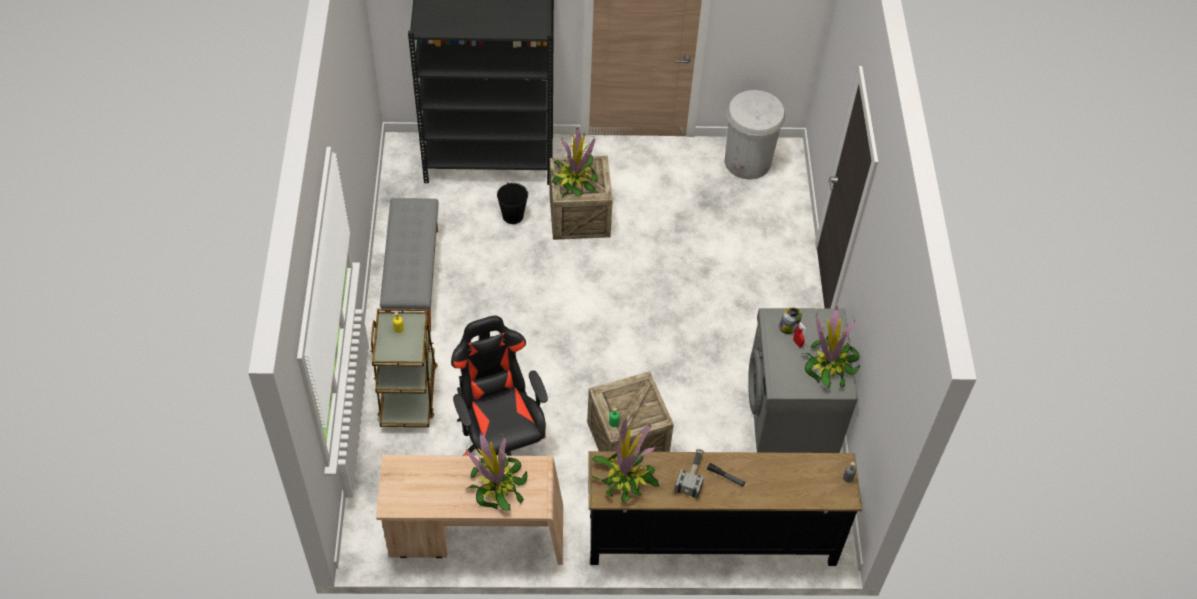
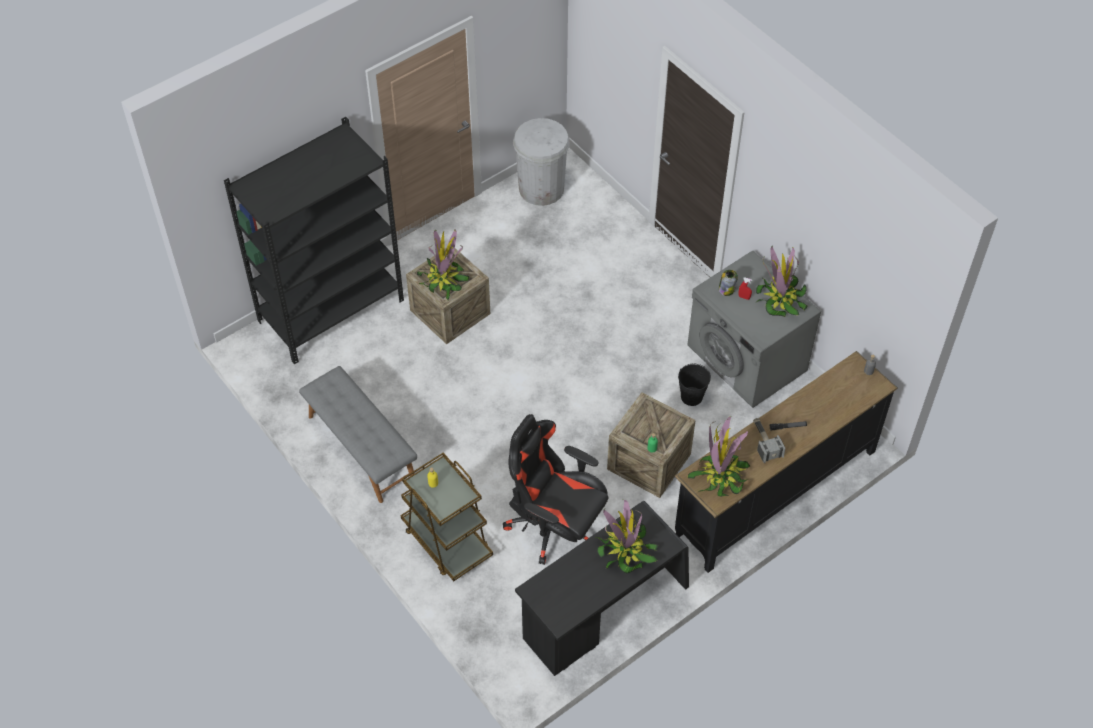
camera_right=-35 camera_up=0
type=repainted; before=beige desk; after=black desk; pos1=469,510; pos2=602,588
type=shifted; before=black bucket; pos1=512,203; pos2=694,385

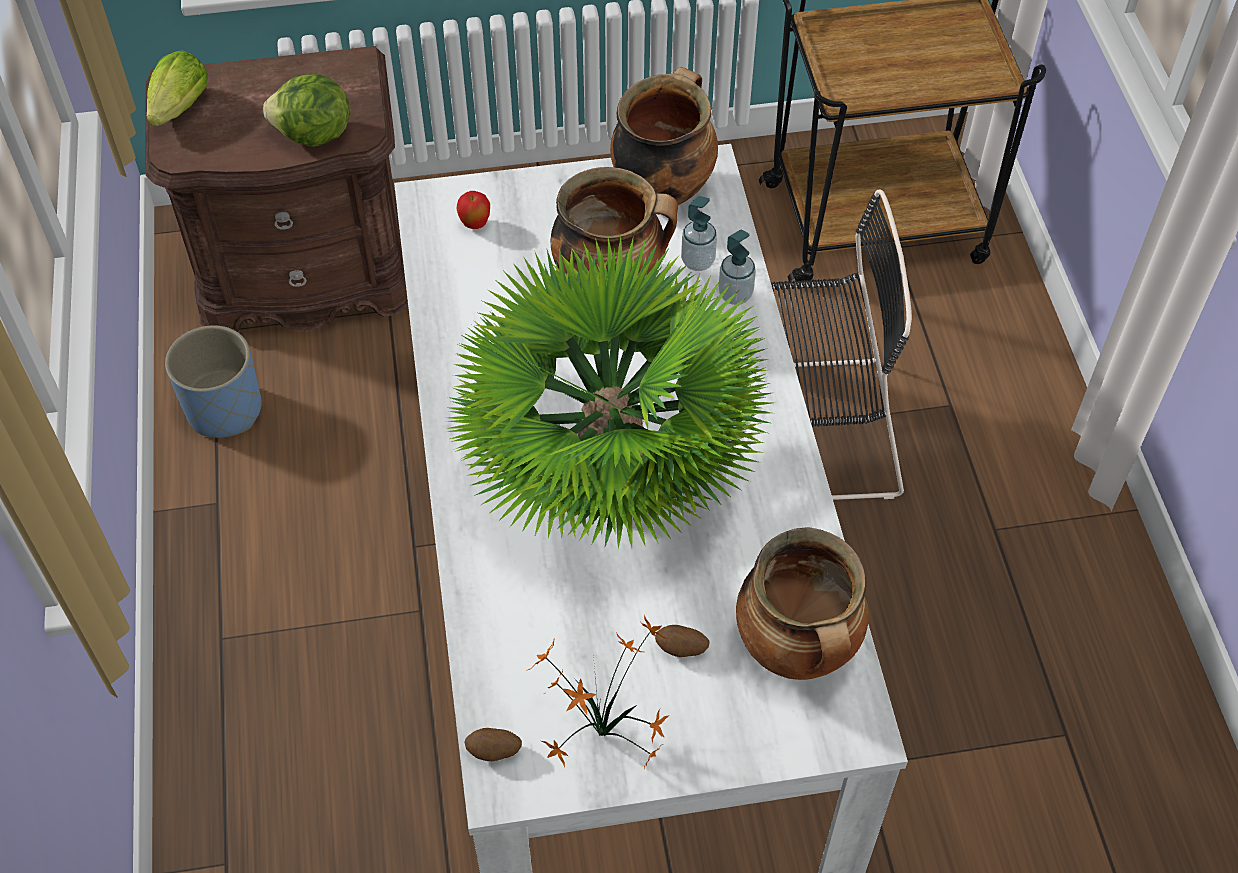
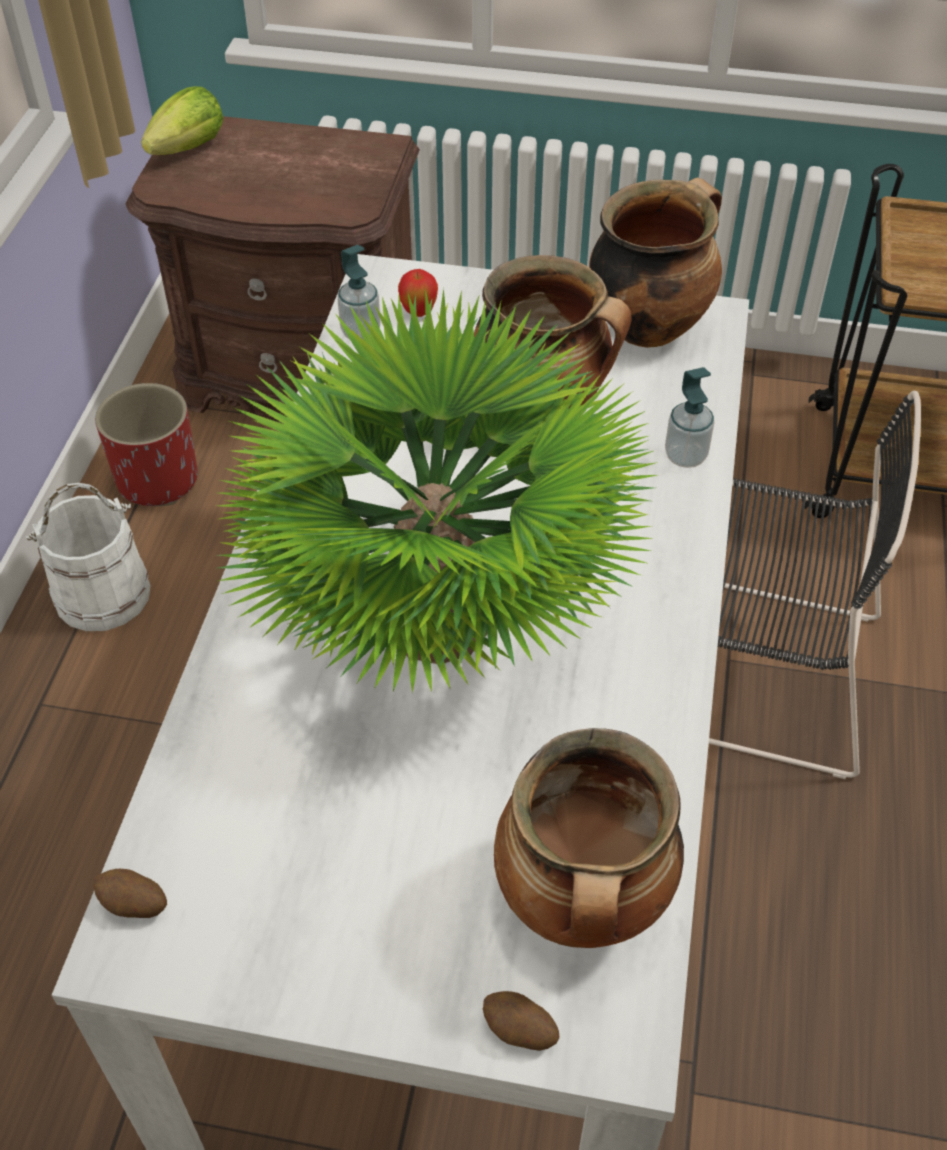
camera_right=20 camera_up=-5
type=new; after=white bucket; pos2=88,557
type=repainted; before=blue planter; after=red planter; pos1=213,381; pos2=146,444
type=shifted; before=soap dispenser; pos1=699,233; pos2=359,292
type=shifted; before=potato; pos1=682,641; pos2=521,1021
type=gone; before=lettuce; pos1=306,110
type=gone; before=potted plant; pos1=597,692

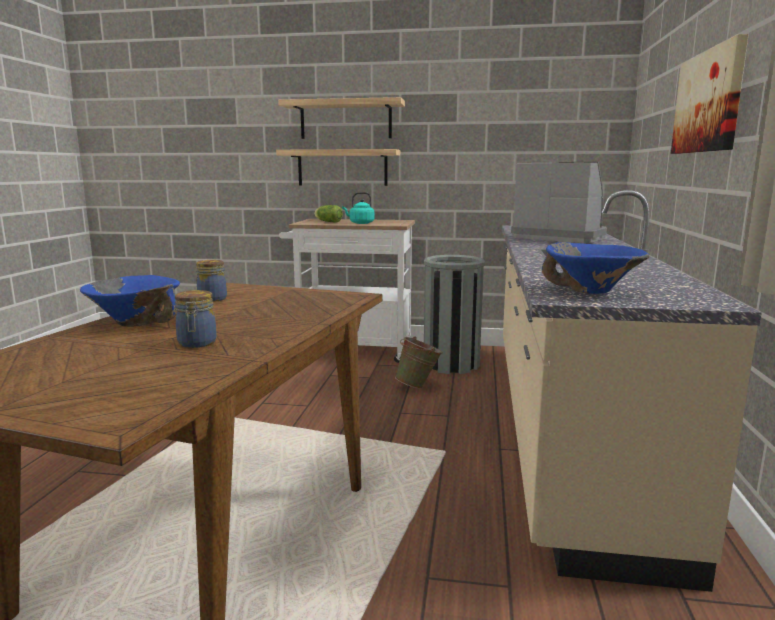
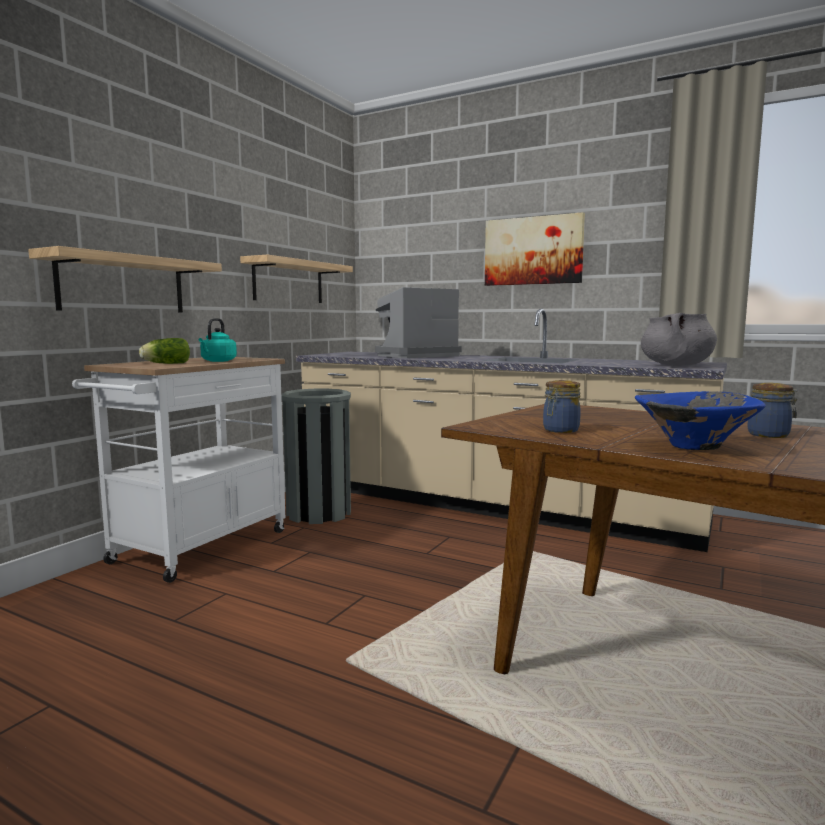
camera_right=-70 camera_up=-5
type=shifted; before=shelf; pos1=341,118; pos2=296,278
type=swapped; before=blue bowl; after=grey cooking pot; pos1=595,268; pos2=679,339
type=gone; before=green bucket; pos1=419,362

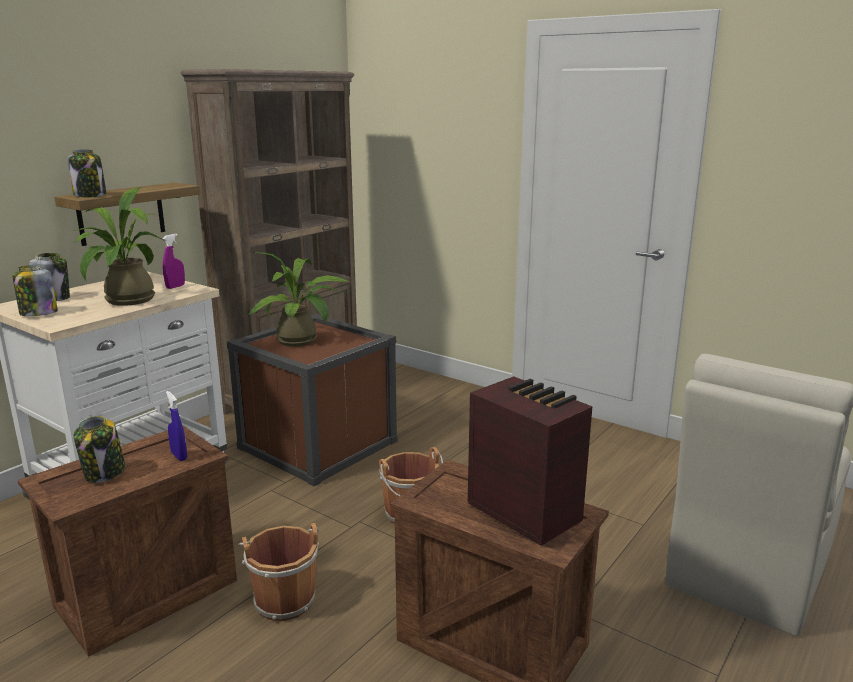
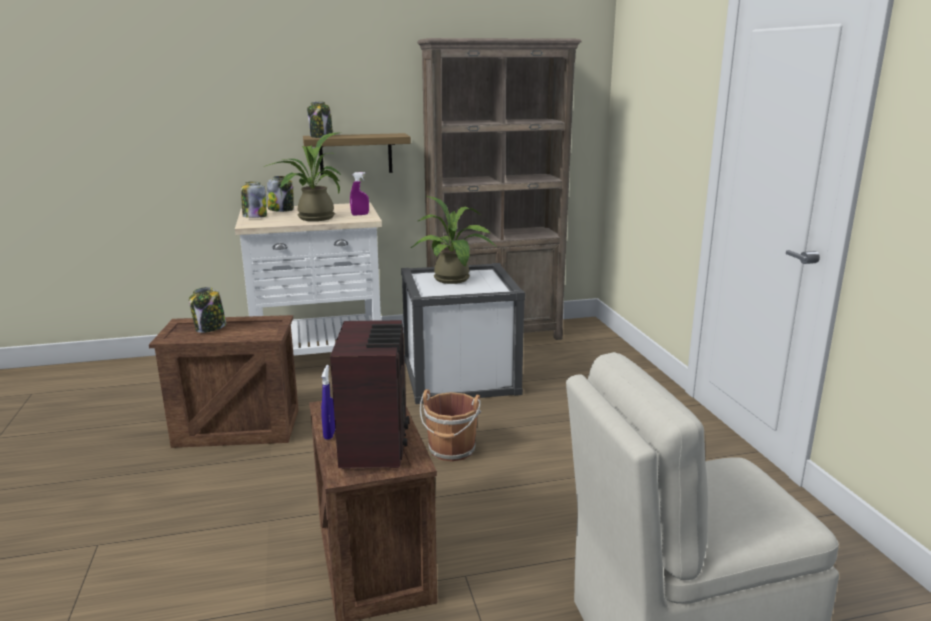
camera_right=40 camera_up=0
type=shifted; before=blue spray bottle; pos1=176,426; pos2=328,402
type=repainted; before=brown storage box; after=white storage box; pos1=312,400; pos2=463,333
type=gone; before=brown bucket; pos1=278,572

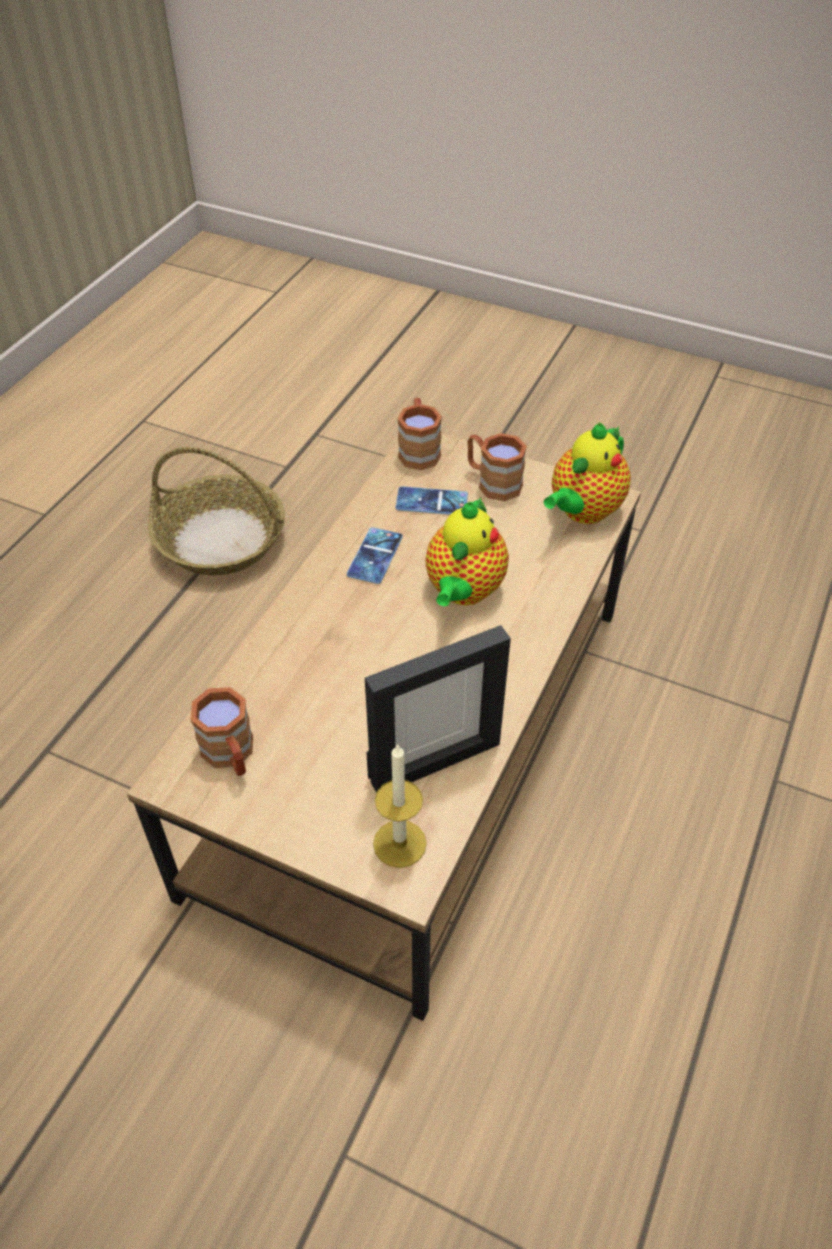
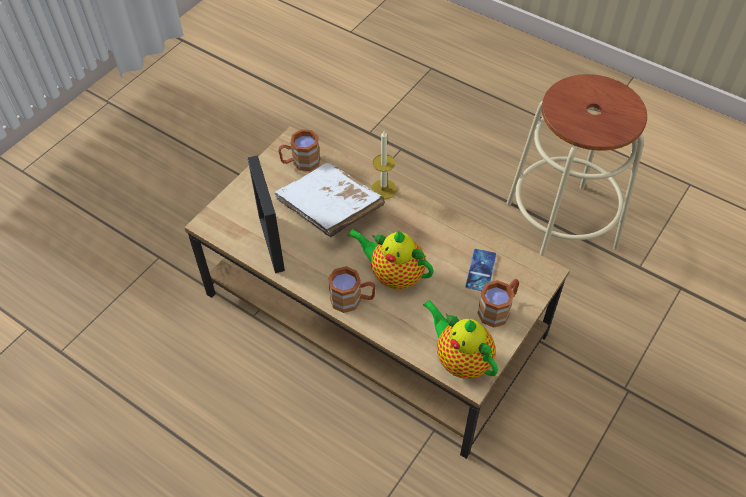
camera_right=100 camera_up=5
type=new; after=white book; pos2=329,200
type=shifted; before=brown mug; pos1=419,434; pos2=352,289
type=shifted; before=candle; pos1=400,806; pos2=384,165
type=swapped; before=basket; after=beige stool; pos1=216,511; pos2=577,165
type=gone; before=phone; pos1=375,555

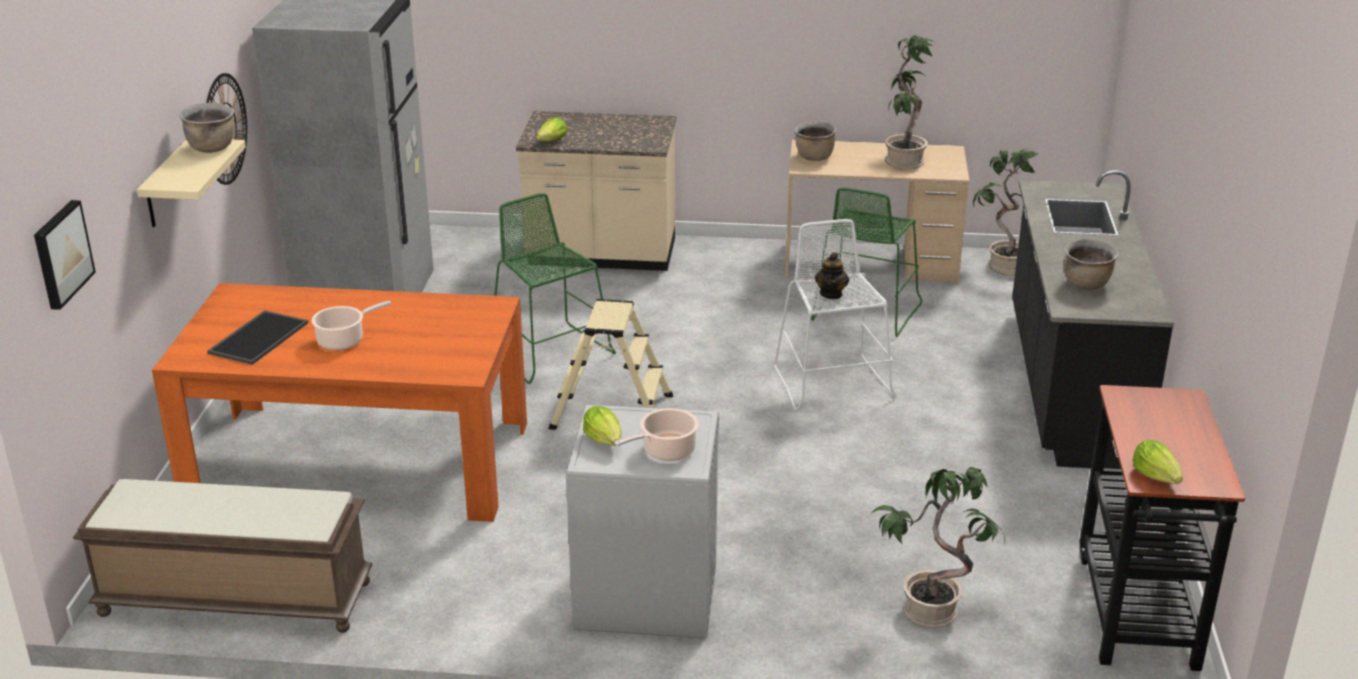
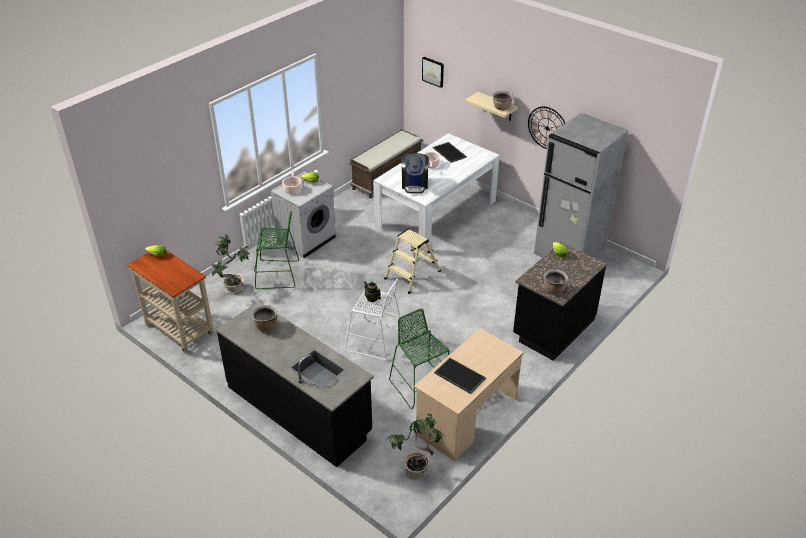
camera_right=125 camera_up=10
type=repainted; before=black cart; after=beige cart; pos1=1162,528; pos2=170,301
type=shifted; before=green stool; pos1=555,288; pos2=276,250
type=repainted; before=orange dining table; after=white dining table; pos1=339,402; pos2=436,193
type=new; after=coffee machine; pos2=415,173
type=swapped; before=potted plant; after=tray; pos1=910,102; pos2=460,376
type=repainted; before=beige counter; after=black counter; pos1=596,191; pos2=560,301
type=shifted; before=brown cooking pot; pos1=815,141; pos2=556,281

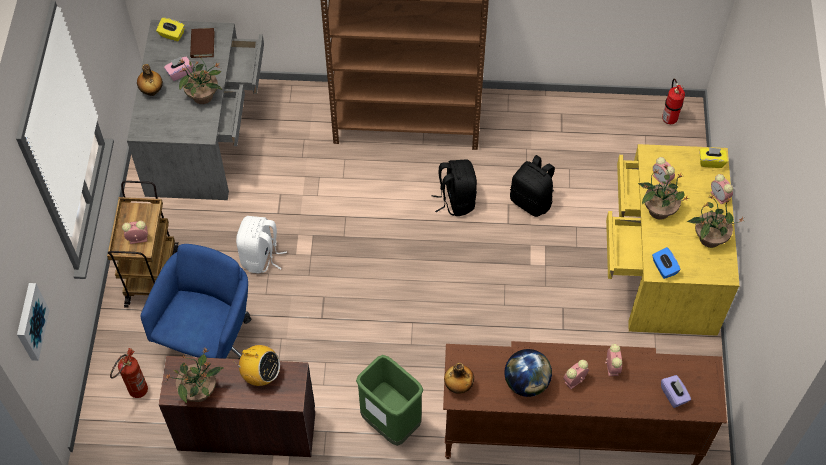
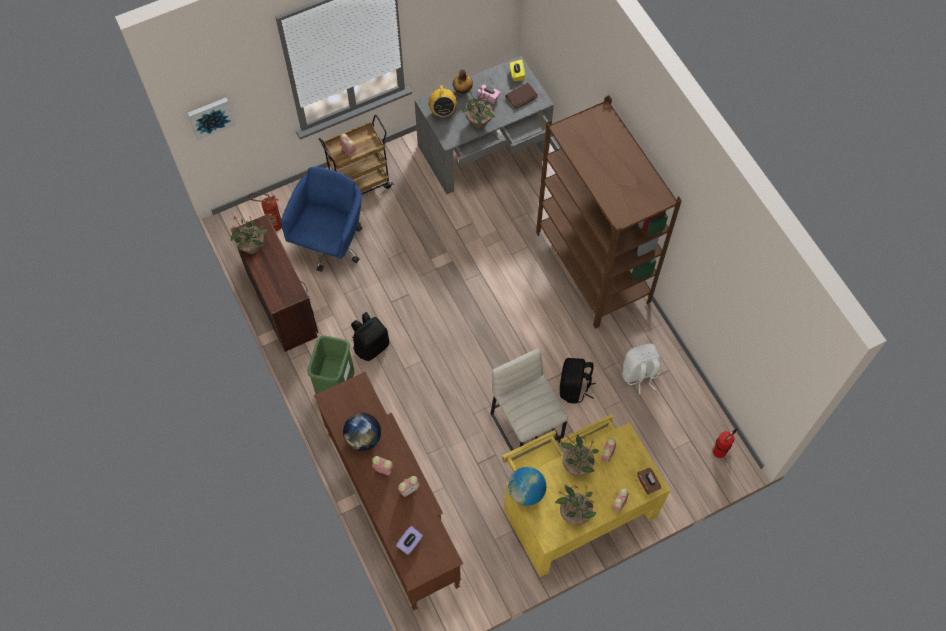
camera_right=60 camera_up=5
type=rotated; before=blue office chair; pos1=196,301; pos2=321,219; turn=-60
type=shifted; before=black backpack; pos1=454,187; pos2=370,336
type=shifted; before=radio; pos1=258,365; pos2=443,101
type=new; after=beige stool; pos2=529,400
type=swapped; before=blue tissue box; after=globe; pos1=666,263; pos2=527,486
type=shifted; before=white backpack; pos1=261,244; pos2=641,368
type=repainted; before=yellow tissue box; after=brown tissue box; pos1=714,157; pos2=649,481
type=gone; before=bottle; pos1=459,378

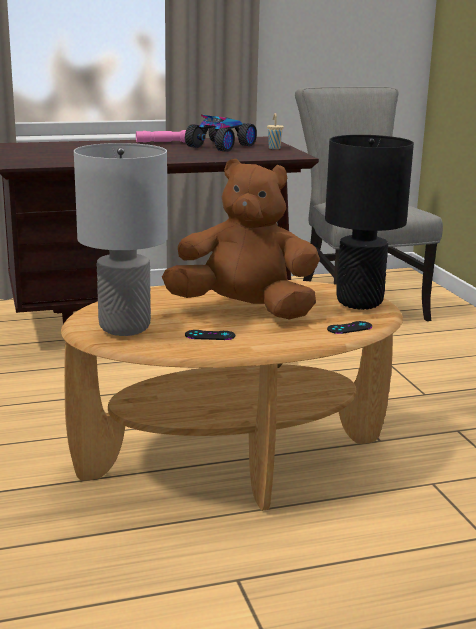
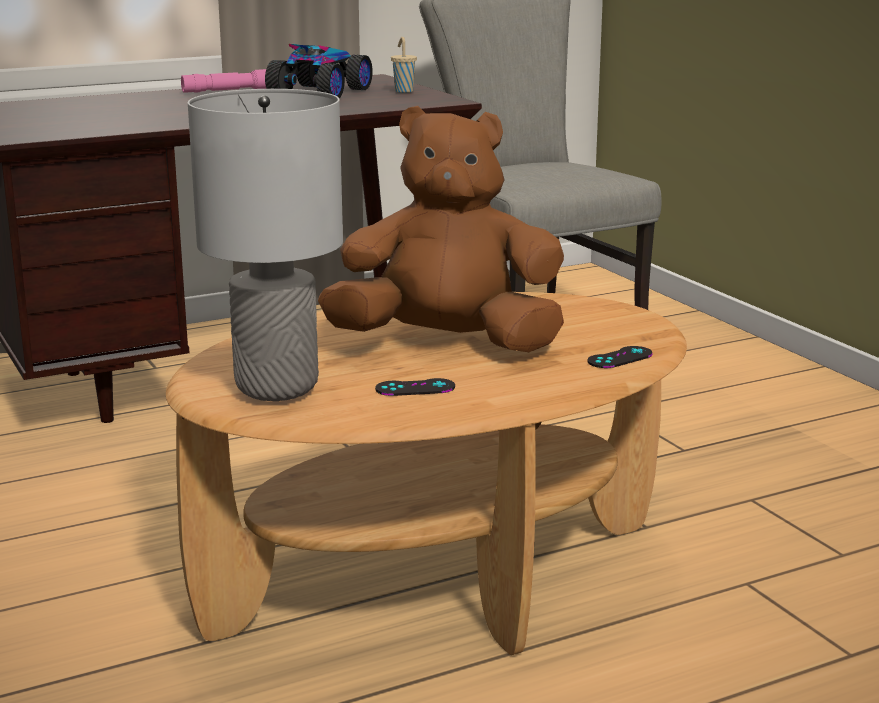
camera_right=-10 camera_up=0
type=gone; before=black table lamp; pos1=369,222

